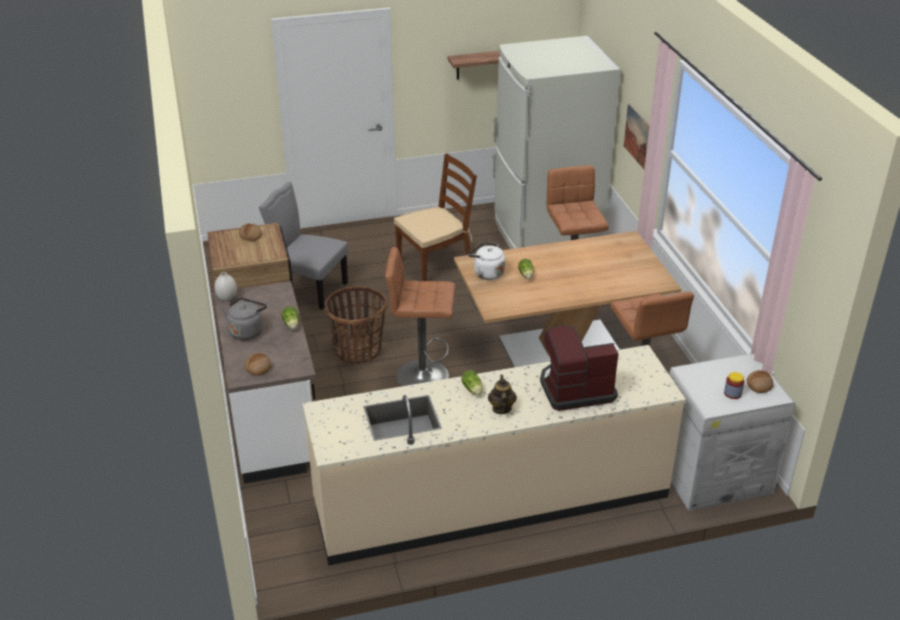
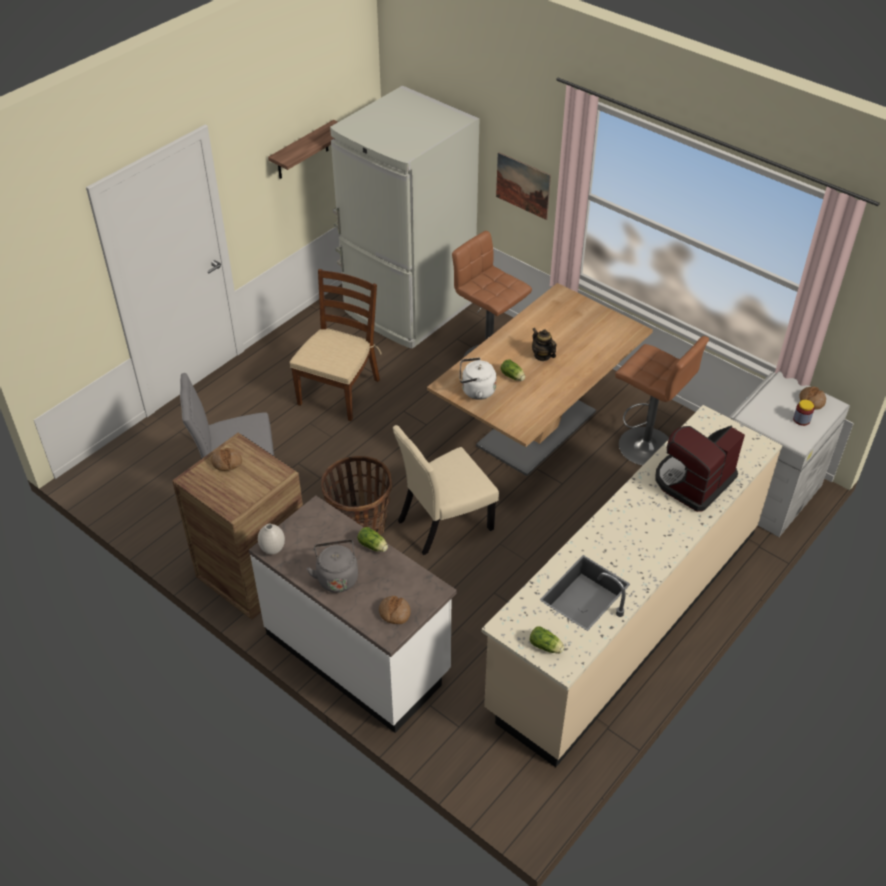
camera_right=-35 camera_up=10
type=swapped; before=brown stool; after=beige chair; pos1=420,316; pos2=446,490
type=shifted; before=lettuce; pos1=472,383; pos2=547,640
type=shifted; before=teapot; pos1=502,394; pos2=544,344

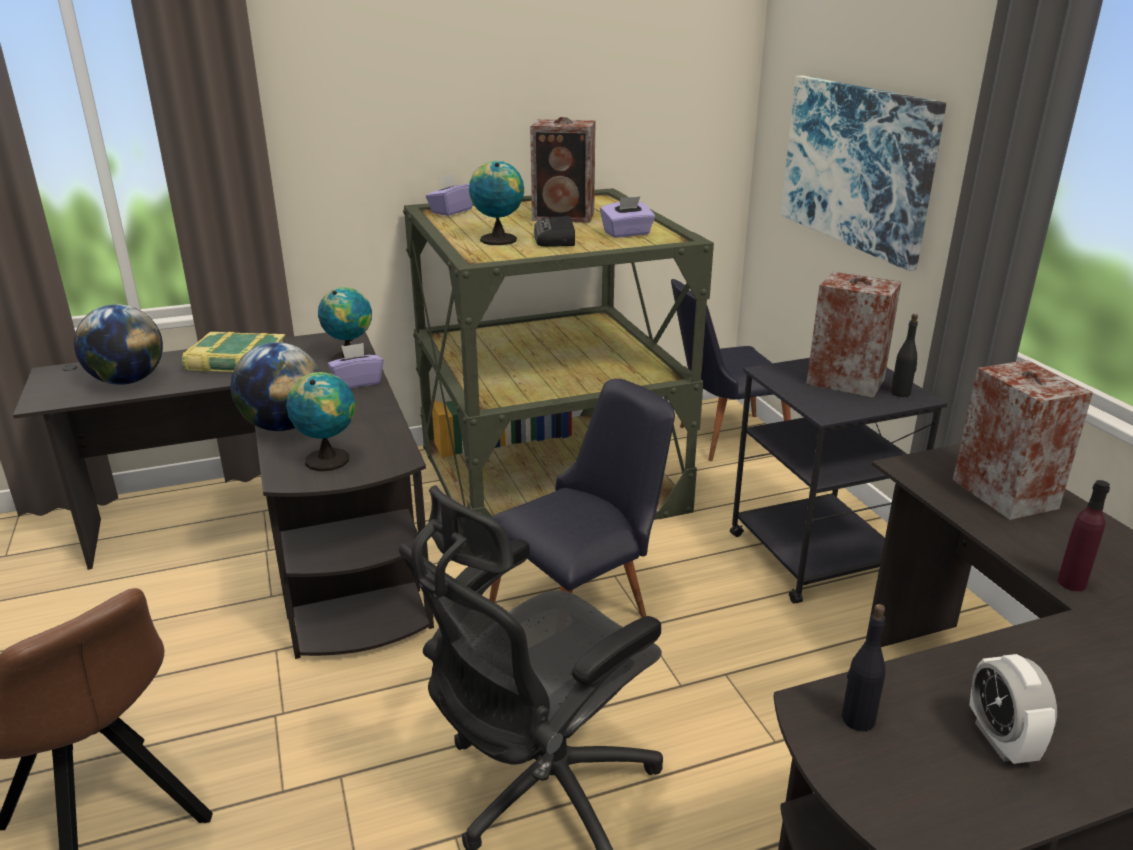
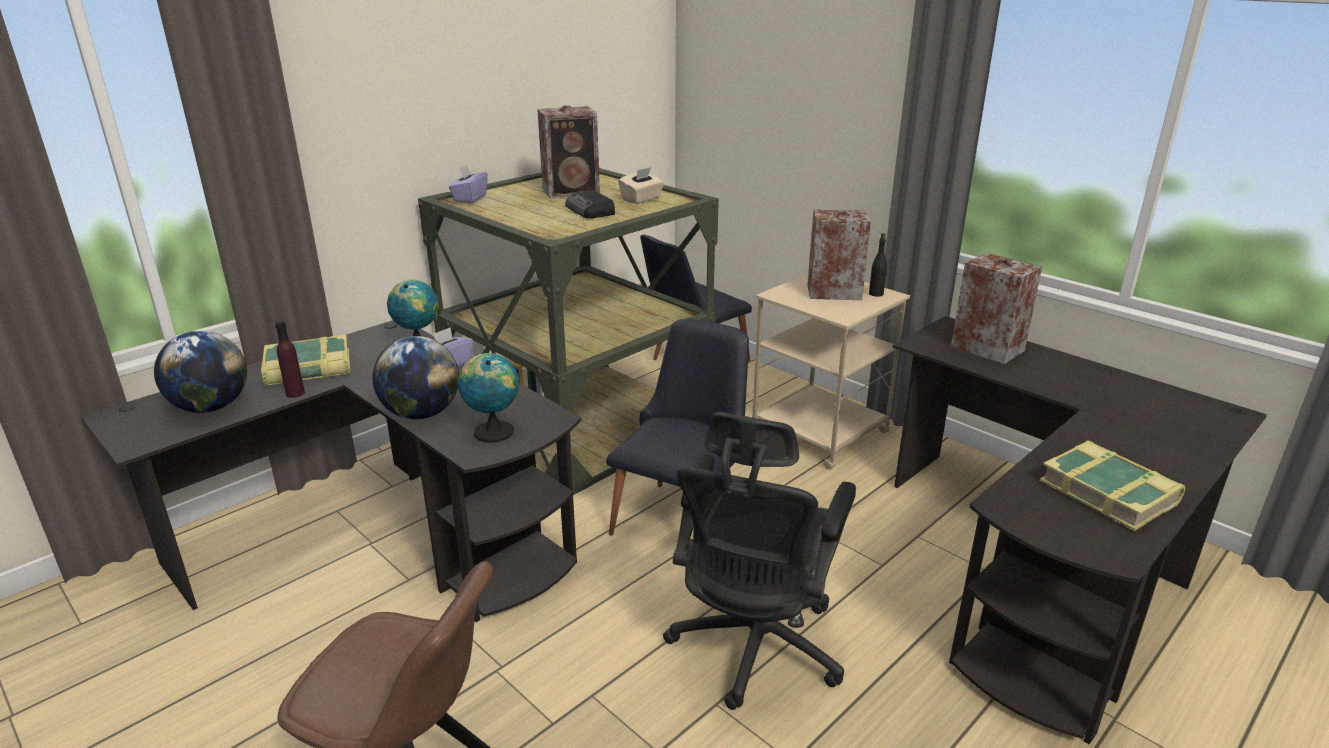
camera_right=-25 camera_up=0
type=shifted; before=purple bottle; pos1=1083,535; pos2=290,359
type=repainted; before=purple tissue box; after=beige tissue box; pos1=627,217; pos2=641,185
type=repainted; before=black cart; after=beige cart; pos1=839,480; pos2=831,372
type=swapped; before=alarm clock; after=book; pos1=1013,709; pos2=1112,485
type=gone; before=globe; pos1=496,203
type=gone; before=picture; pos1=863,173
type=gone; before=black bottle; pos1=864,667

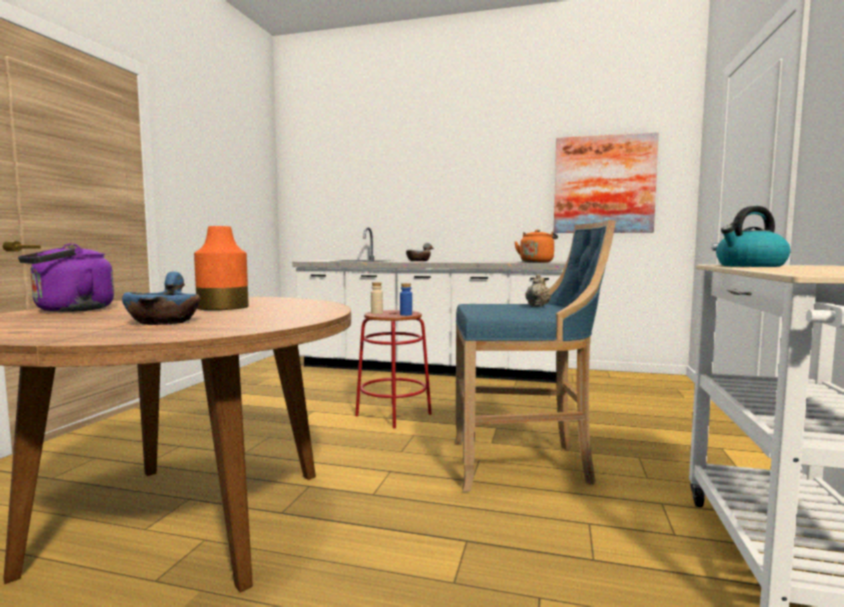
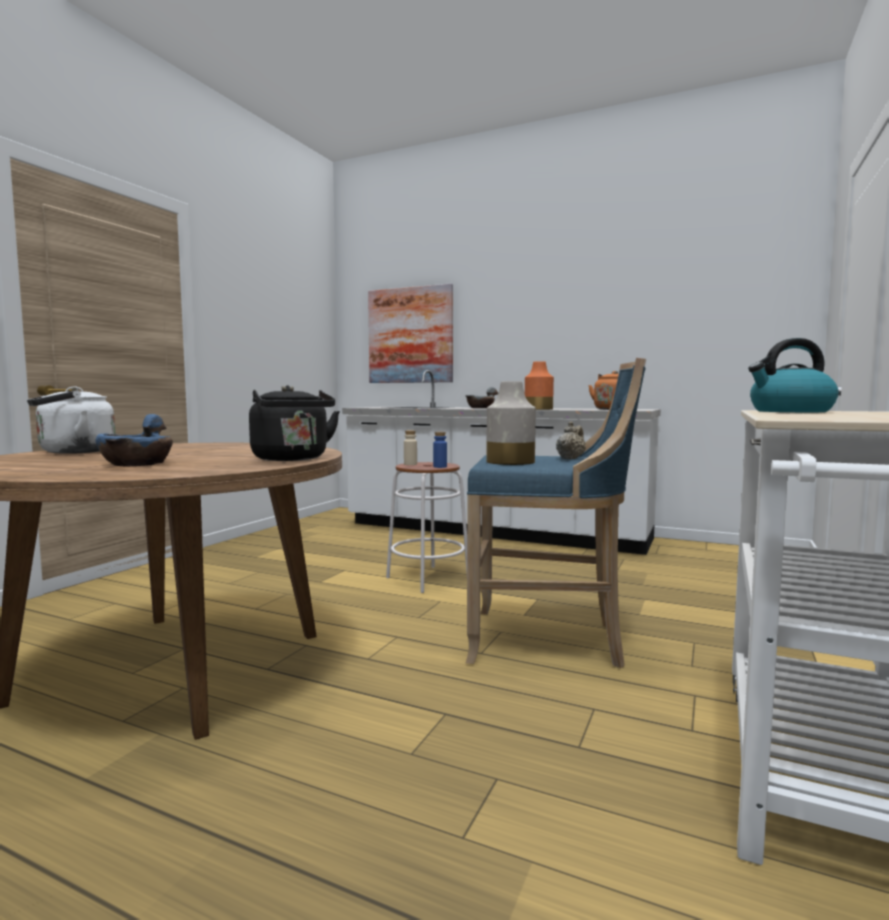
camera_right=10 camera_up=0
type=repainted; before=purple kettle; after=white kettle; pos1=66,277; pos2=71,420
type=new; after=black kettle; pos2=294,423
type=shifted; before=picture; pos1=606,182; pos2=410,333
type=repainted; before=red stool; after=white stool; pos1=393,369; pos2=426,527
type=new; after=beige vase; pos2=511,423
type=shifted; before=orange vase; pos1=221,268; pos2=539,385

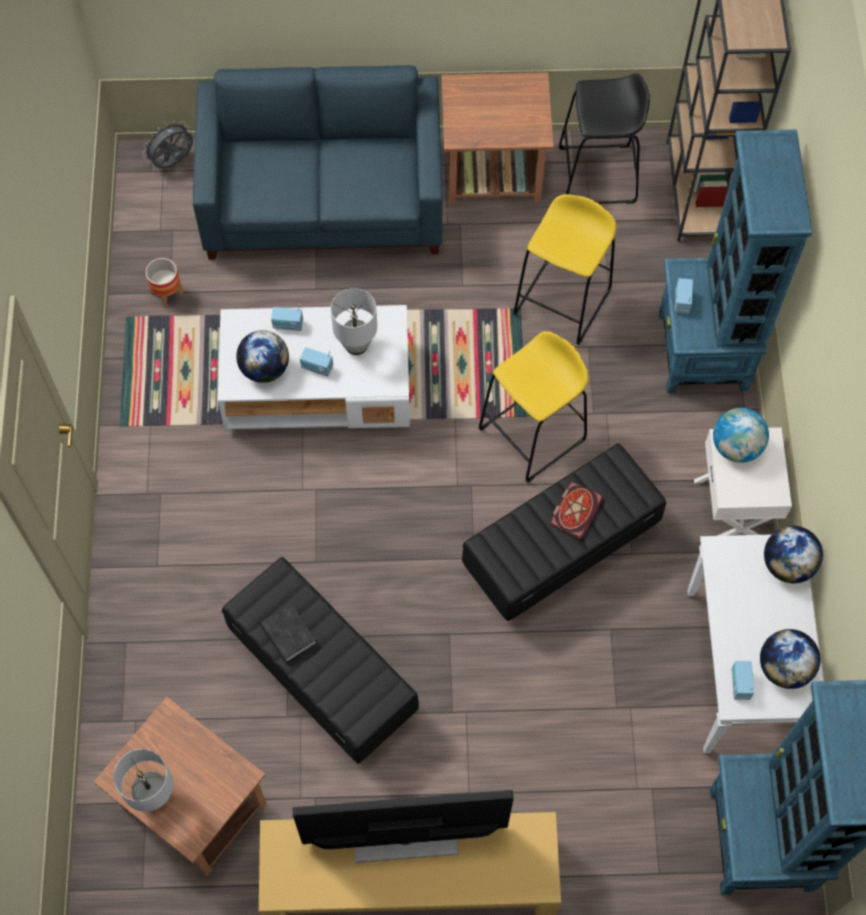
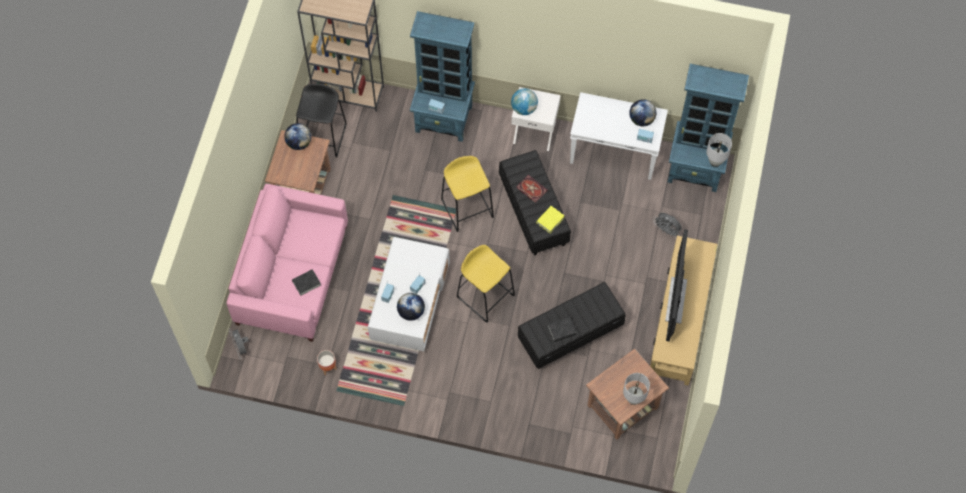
camera_right=-75 camera_up=0
type=repainted; before=blue sofa; after=pink sofa; pos1=318,162; pos2=287,263
type=shifted; before=globe; pos1=793,554; pos2=297,136
type=new; after=black book; pos2=306,282
type=shifted; before=yellow stool; pos1=564,269; pos2=486,284
type=new; after=yellow book; pos2=550,219
type=new; after=grey fan; pos2=667,225
type=shifted; before=white table lamp; pos1=354,321; pos2=719,150

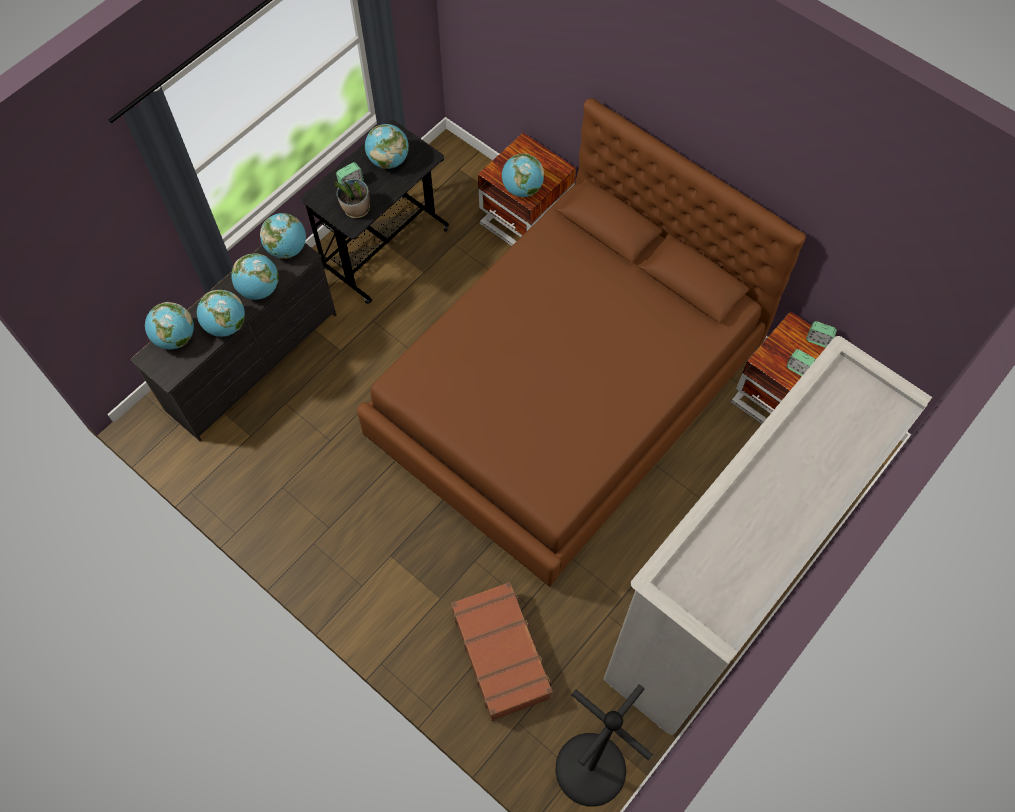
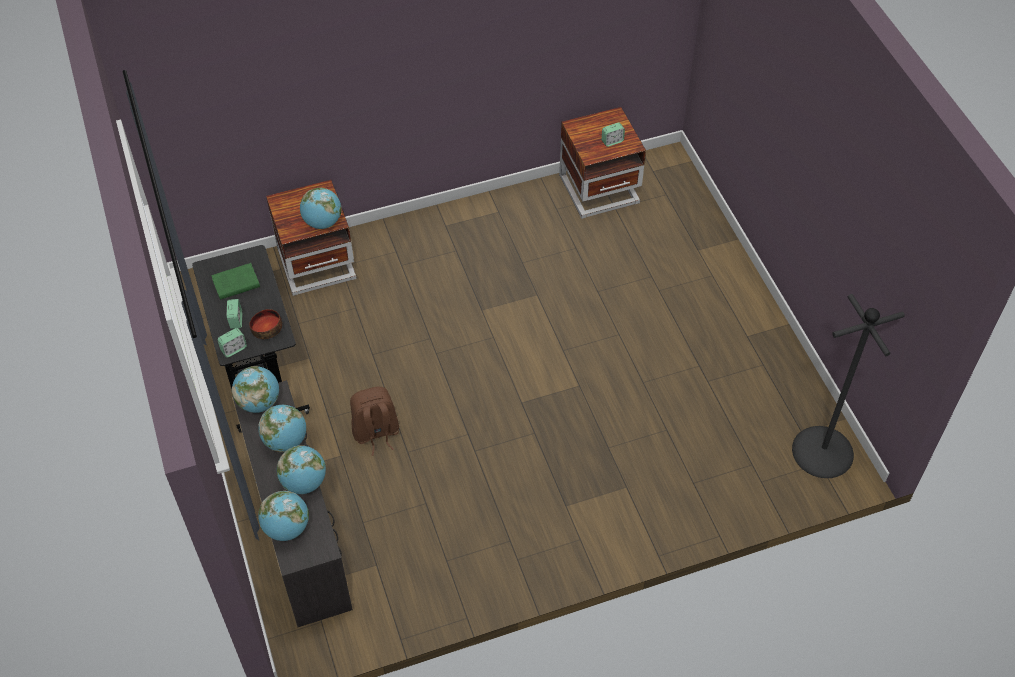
camera_right=-60 camera_up=-10
type=swapped; before=globe; after=green book; pos1=387,146; pos2=235,281
type=shifted; before=alarm clock; pos1=821,334; pos2=232,342
type=swapped; before=potted plant; after=bowl; pos1=352,198; pos2=265,324
type=new; after=brown backpack; pos2=374,421
type=gone; before=brown bed; pos1=581,342
type=gone; before=brown suitcase; pos1=502,651
type=gone; before=white wardrobe; pos1=768,535

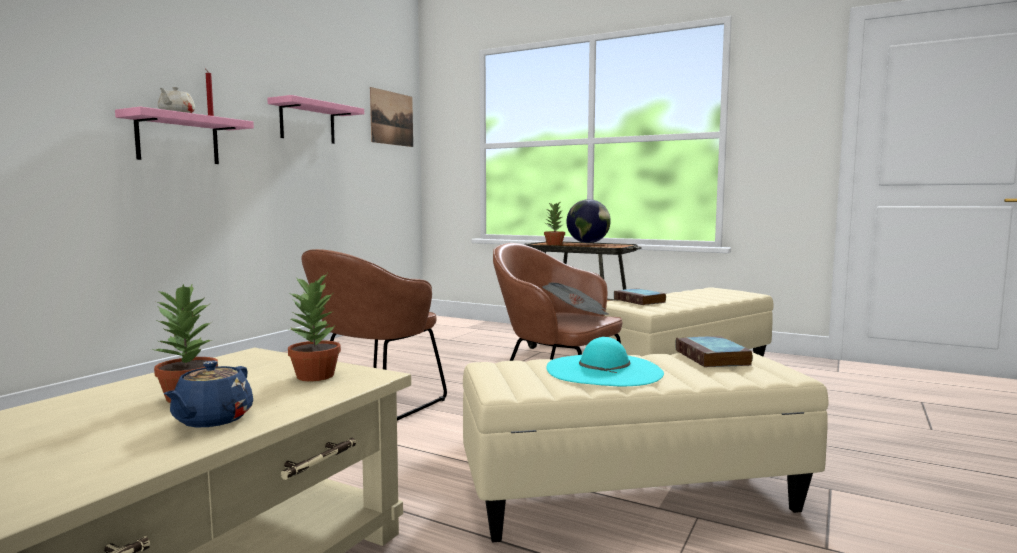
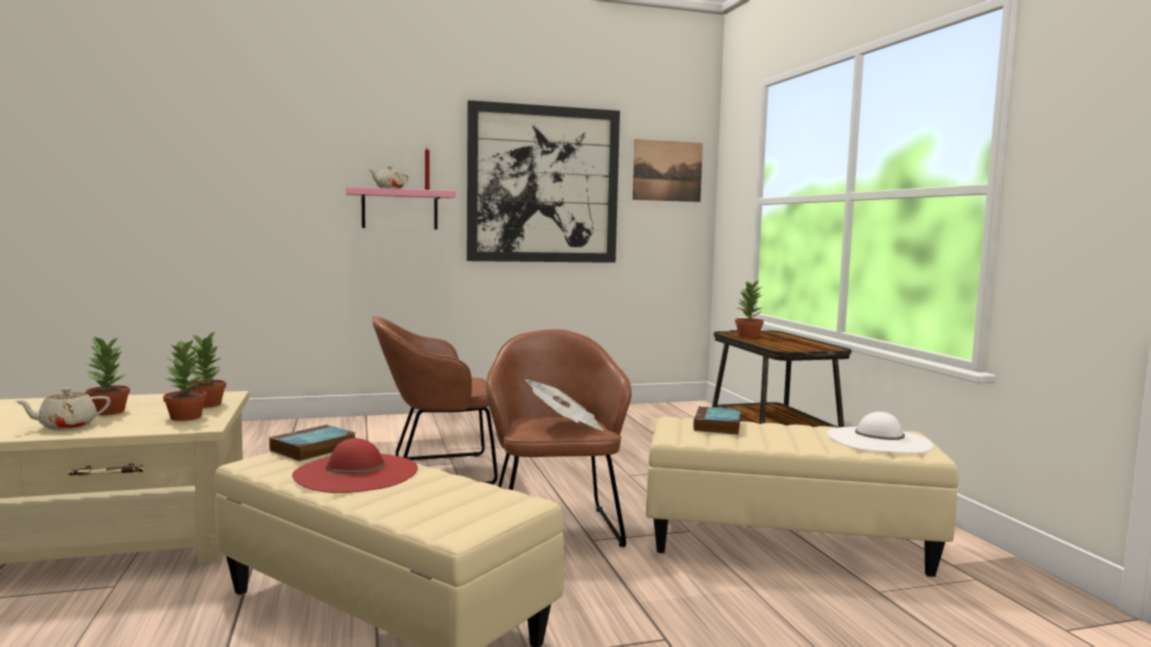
camera_right=45 camera_up=0
type=repainted; before=blue teapot; after=beige teapot; pos1=208,394; pos2=63,409
type=new; after=potted plant; pos2=207,369
type=shifted; before=book; pos1=714,351; pos2=312,443
type=repainted; before=turquoise hat; after=red hat; pos1=605,361; pos2=355,465
type=swapped; before=pink shelf; after=picture; pos1=315,119; pos2=543,181
type=new; after=white hat; pos2=880,432
type=gone; before=globe; pos1=588,221

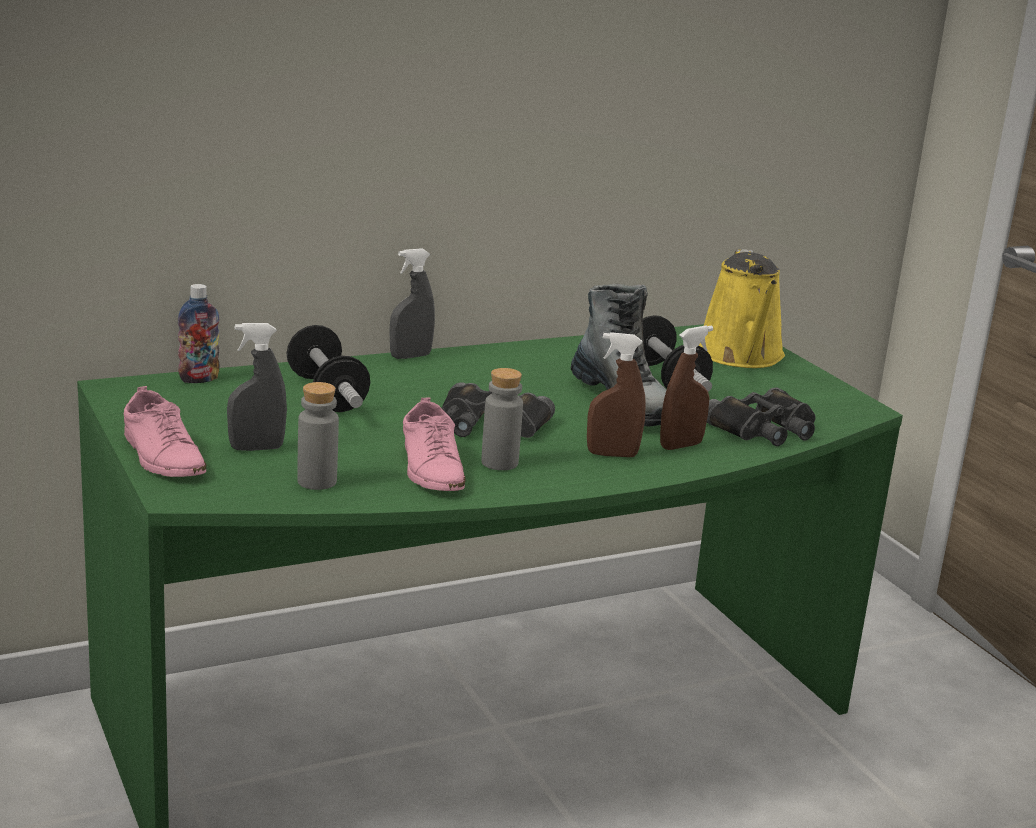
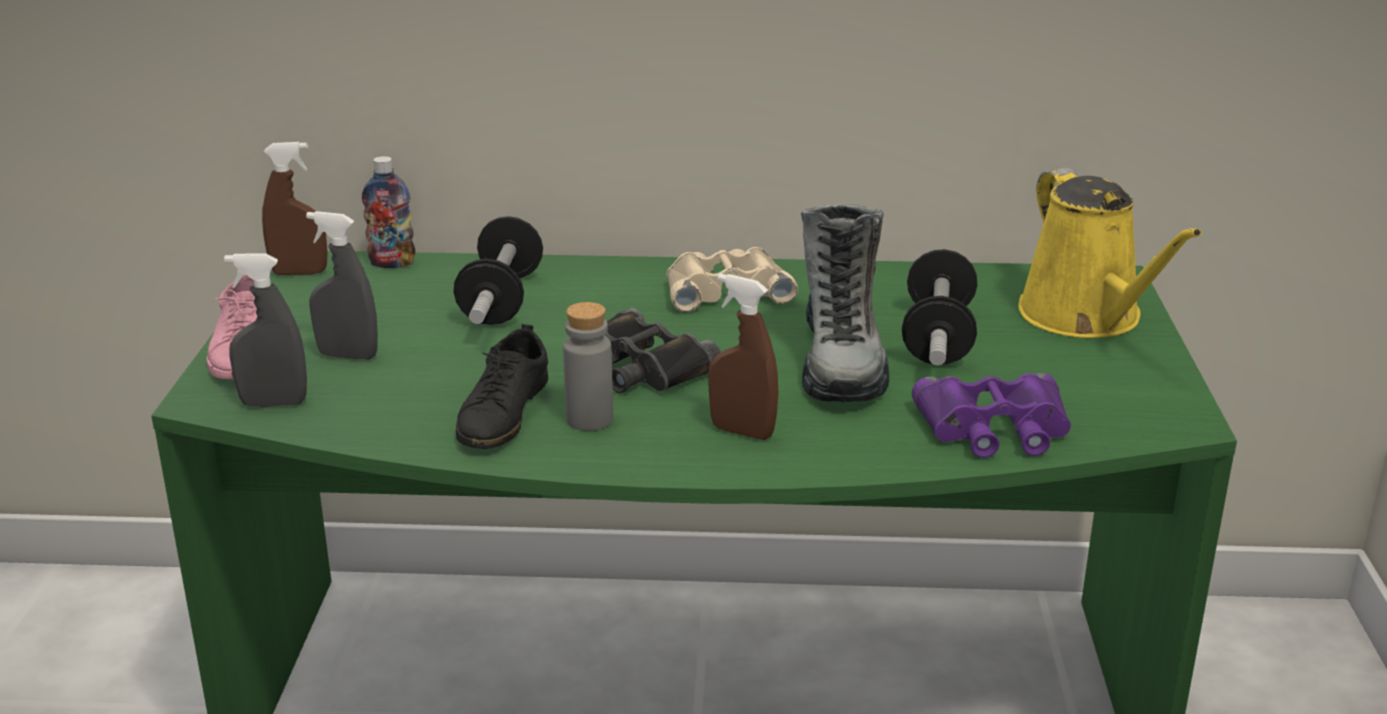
camera_right=30 camera_up=5
type=shifted; before=grey spray bottle; pos1=412,303; pos2=265,330
type=shifted; before=brown spray bottle; pos1=686,387; pos2=294,208
type=repainted; before=pink shoe; after=black shoe; pos1=434,444; pos2=502,386
type=new; after=beige binoculars; pos2=732,279
type=repainted; before=black binoculars; after=purple binoculars; pos1=761,417; pos2=991,415
type=rotated; before=yellow watering can; pos1=742,308; pos2=1110,253; turn=-45
type=gone; before=grey bottle; pos1=318,436

